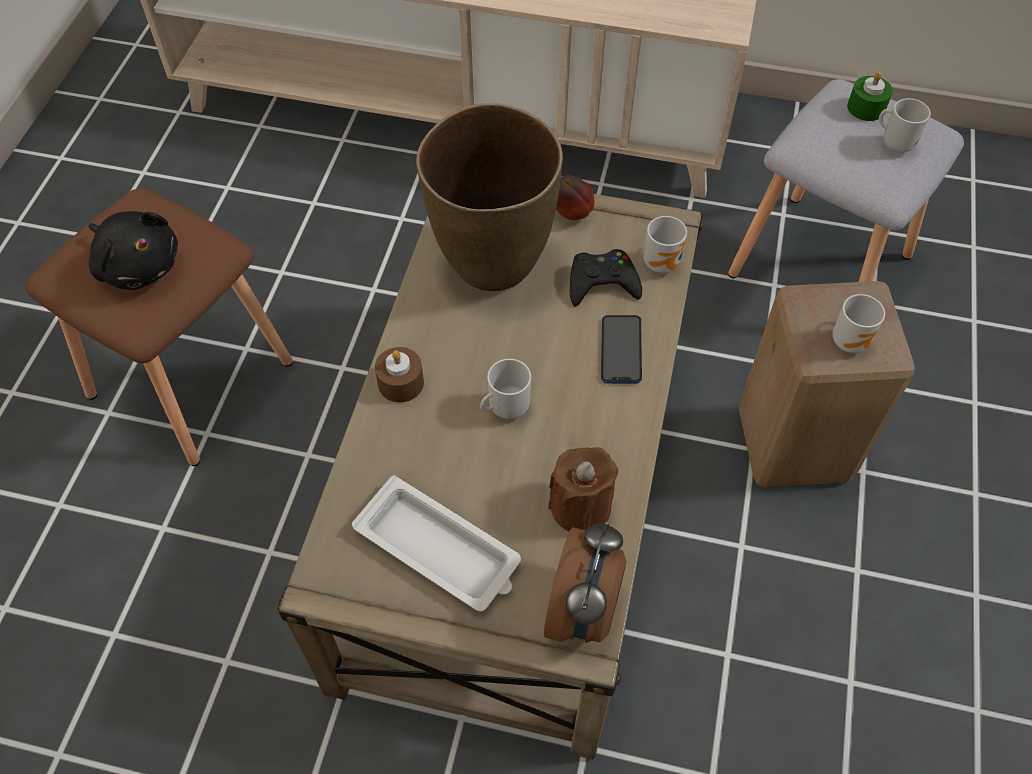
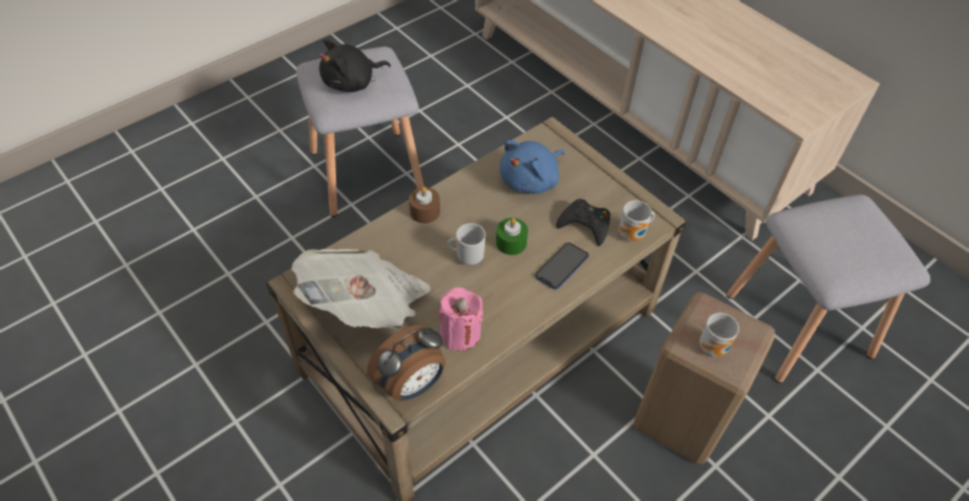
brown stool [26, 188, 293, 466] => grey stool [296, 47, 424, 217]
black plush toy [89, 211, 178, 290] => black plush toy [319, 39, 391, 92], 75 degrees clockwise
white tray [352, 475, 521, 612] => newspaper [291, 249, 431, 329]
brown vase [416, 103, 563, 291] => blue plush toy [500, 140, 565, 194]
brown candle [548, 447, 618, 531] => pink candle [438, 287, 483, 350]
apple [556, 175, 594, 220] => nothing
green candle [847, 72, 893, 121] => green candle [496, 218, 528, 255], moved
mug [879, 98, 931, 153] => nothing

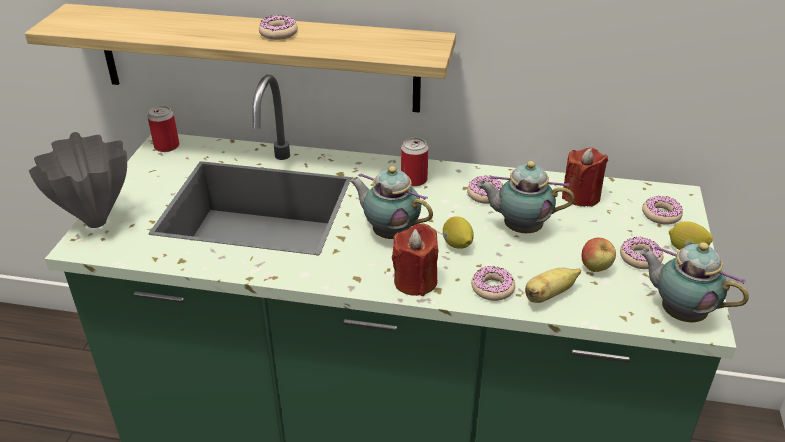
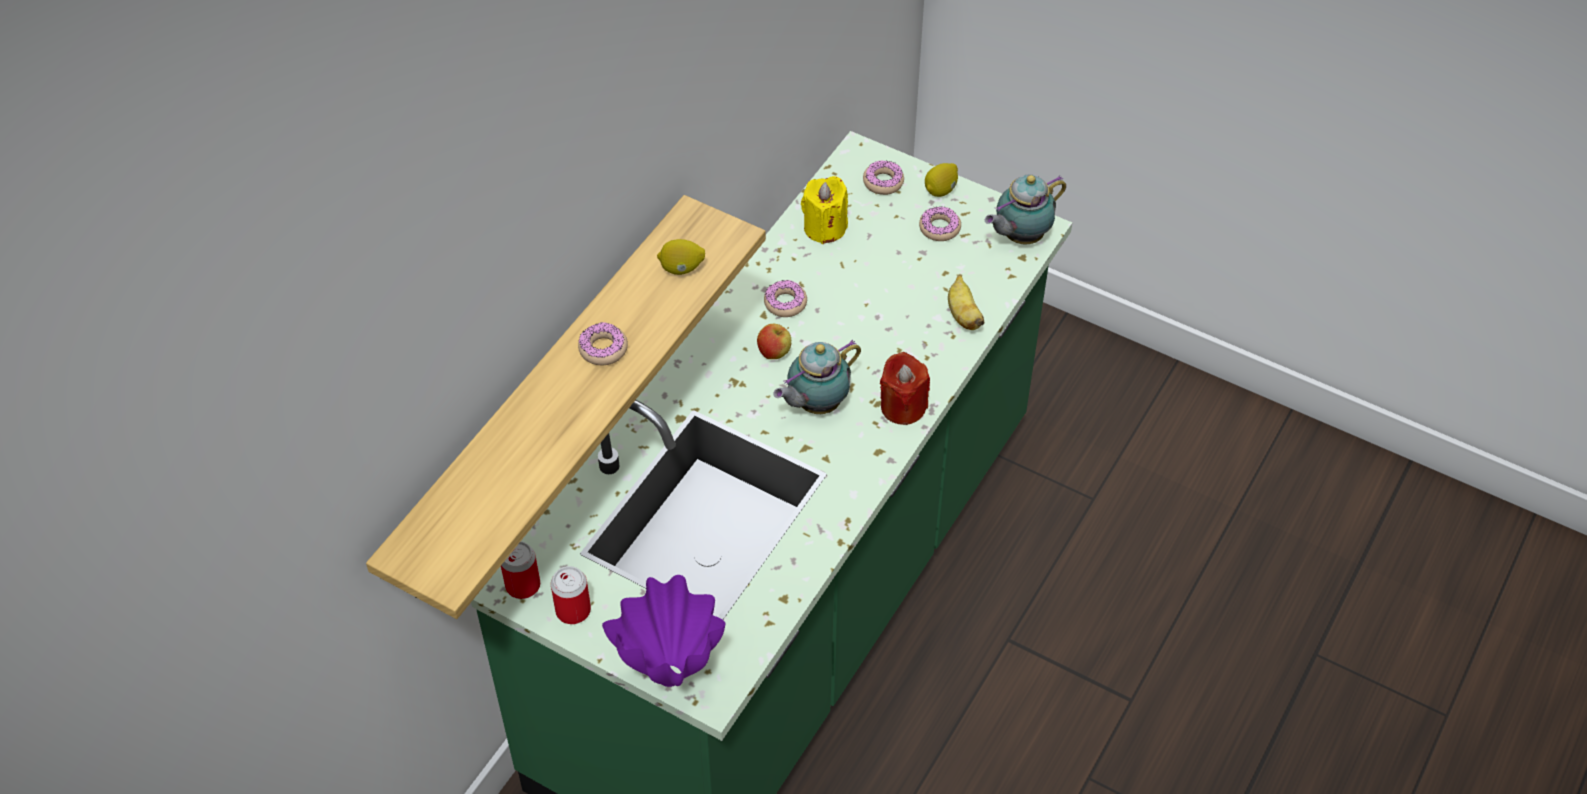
grey vase [29, 132, 127, 228] => purple vase [602, 575, 726, 687]
can [401, 137, 428, 187] => can [551, 566, 591, 624], moved
lemon [443, 216, 474, 249] => lemon [657, 239, 705, 275], moved
donut [471, 266, 515, 301] => nothing
teapot [477, 161, 574, 233] => nothing
red candle [562, 147, 608, 207] => yellow candle [801, 176, 848, 244]
apple [582, 238, 616, 272] => apple [757, 324, 791, 359], moved

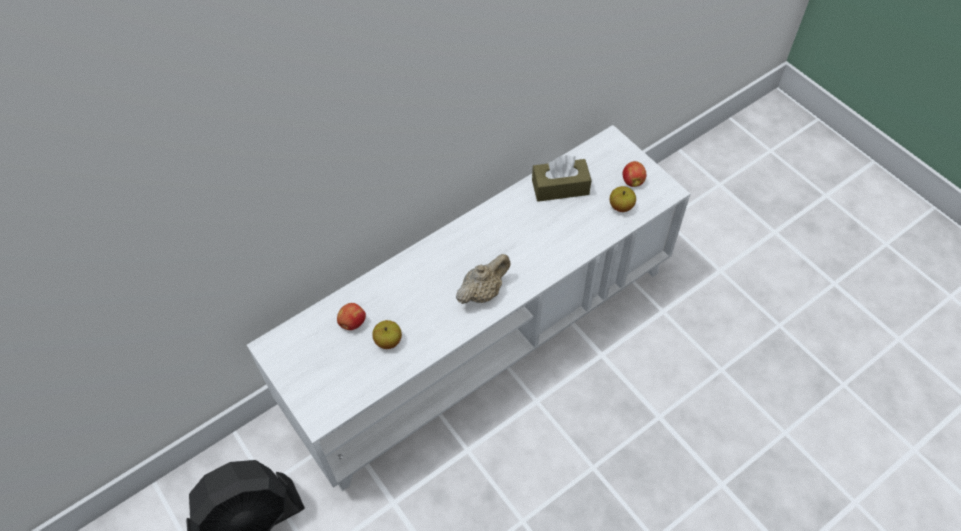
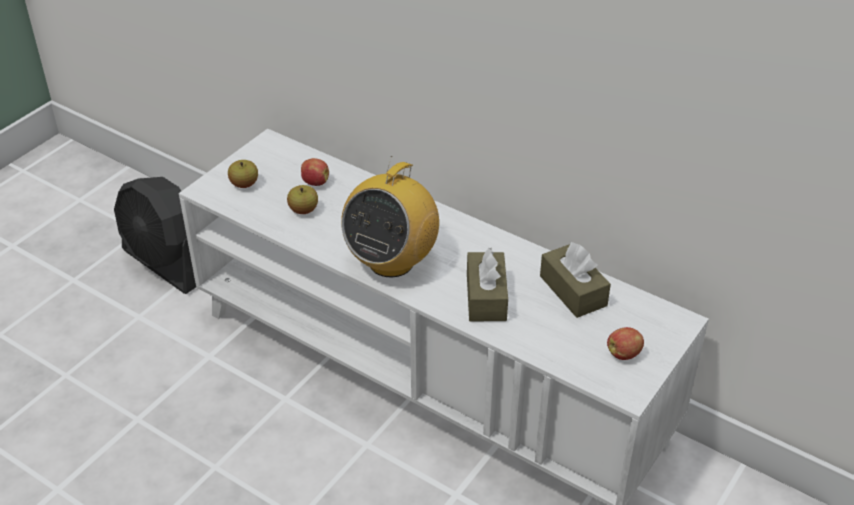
beige teapot [456, 254, 511, 304] => radio [341, 156, 439, 277]
apple [610, 186, 636, 212] => apple [228, 160, 258, 188], moved
nothing => brown tissue box [467, 248, 508, 321]

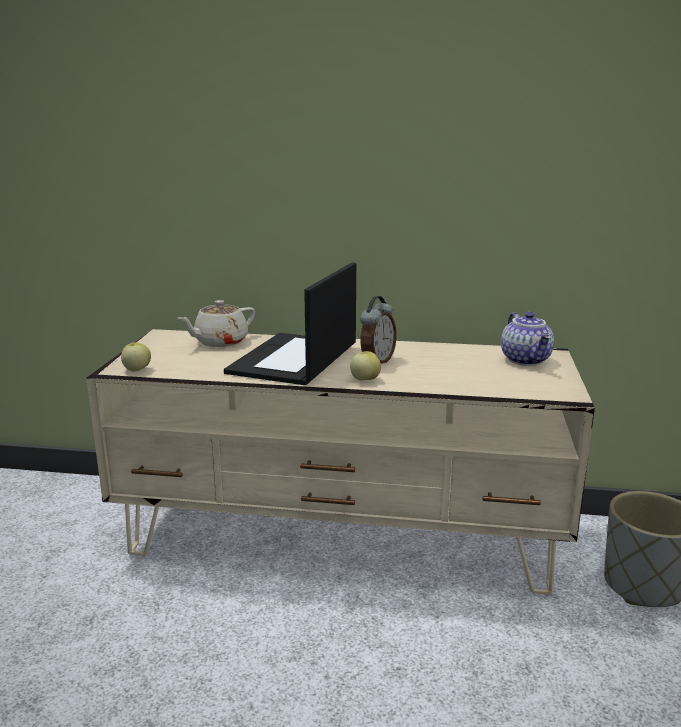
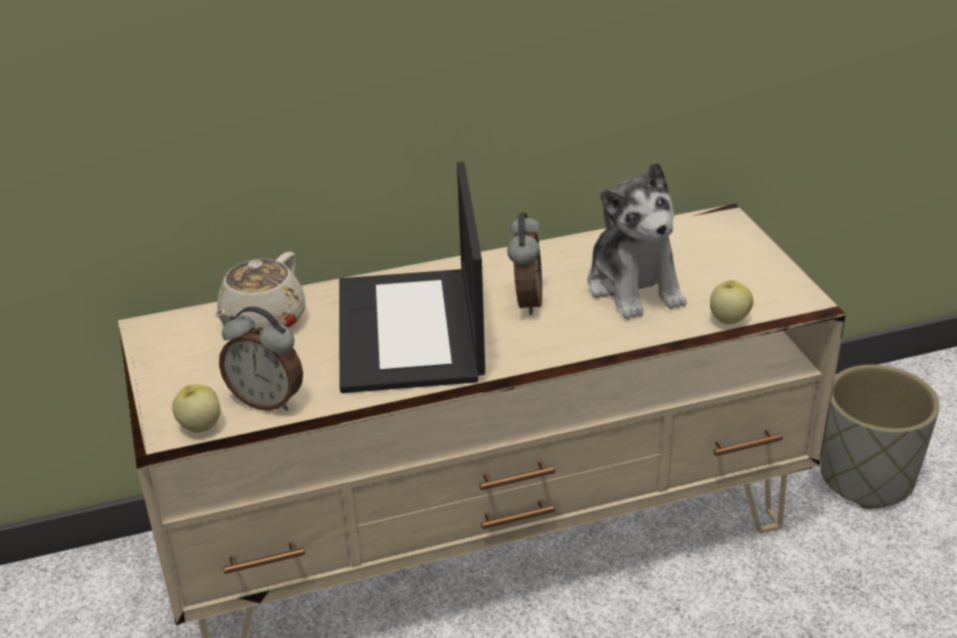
apple [350, 351, 381, 381] => apple [710, 280, 753, 324], moved
teapot [501, 312, 554, 366] => nothing
nothing => alarm clock [219, 306, 303, 411]
nothing => plush toy [587, 161, 686, 319]

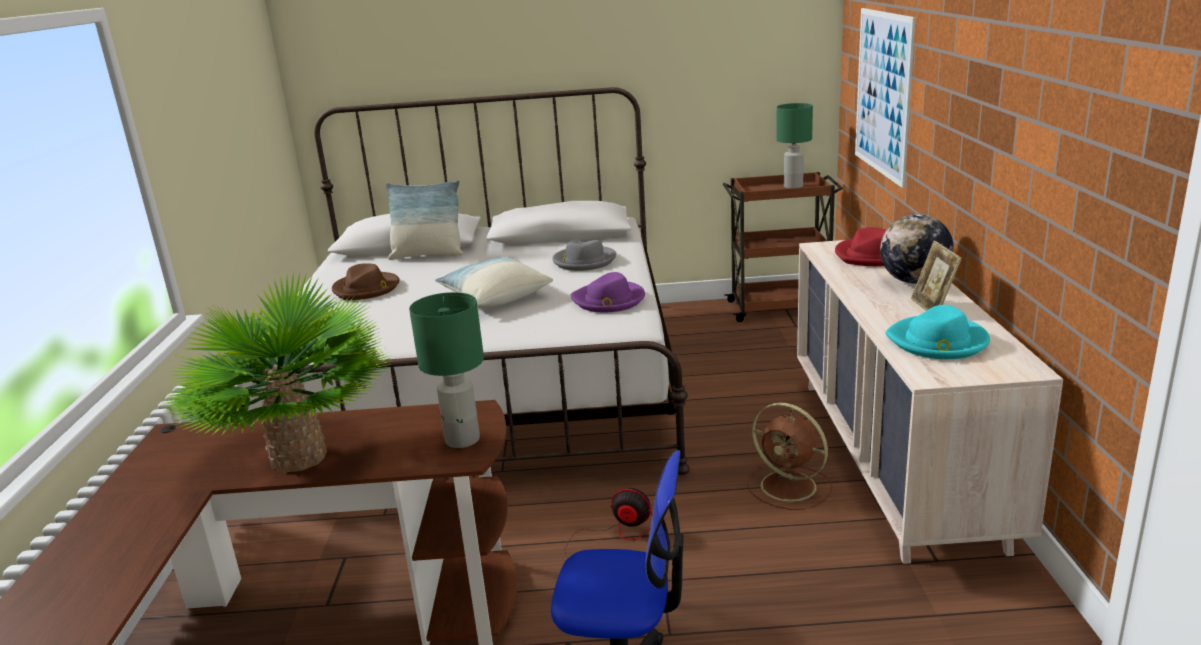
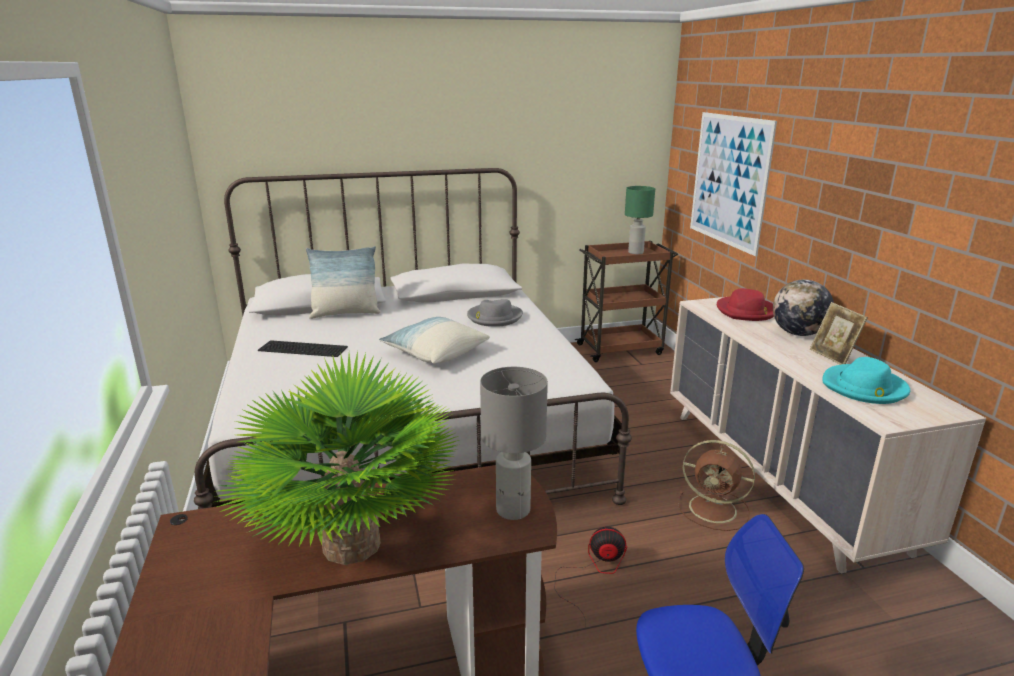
brown hat [332, 264, 399, 300] => keyboard [258, 340, 348, 357]
green table lamp [409, 292, 484, 448] => grey table lamp [480, 367, 548, 520]
purple hat [570, 272, 645, 313] => nothing

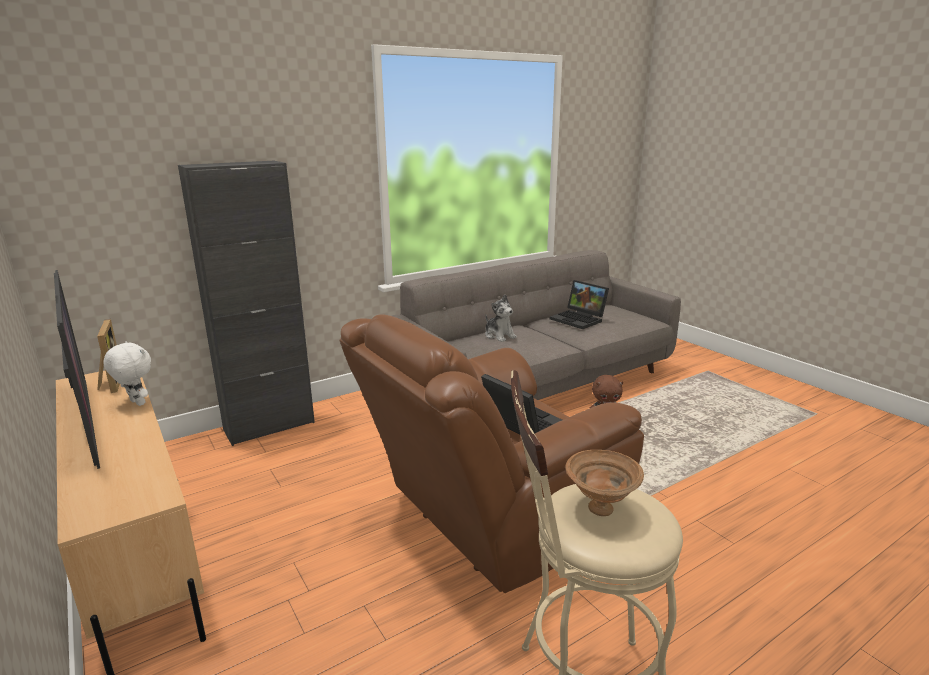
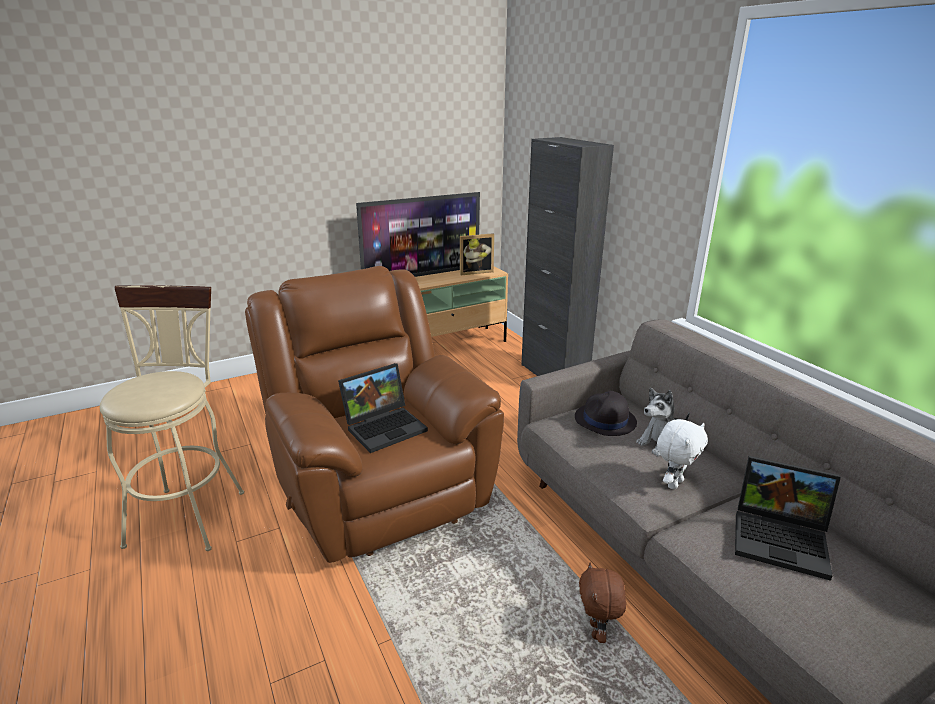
white plush toy [103, 341, 151, 406] => white plush toy [657, 419, 708, 490], moved
laptop [550, 280, 609, 329] => laptop [735, 456, 841, 581], 120 degrees counterclockwise
brown bowl [565, 450, 644, 516] => nothing
nothing => black hat [575, 391, 637, 436]

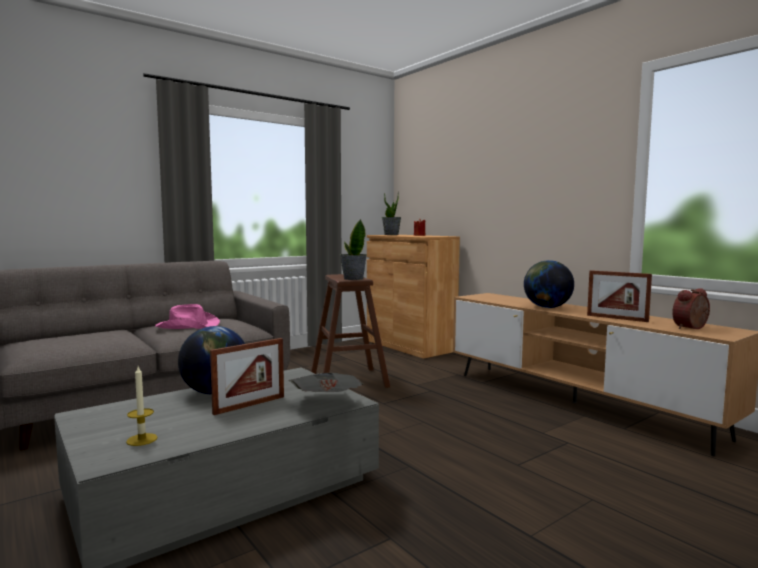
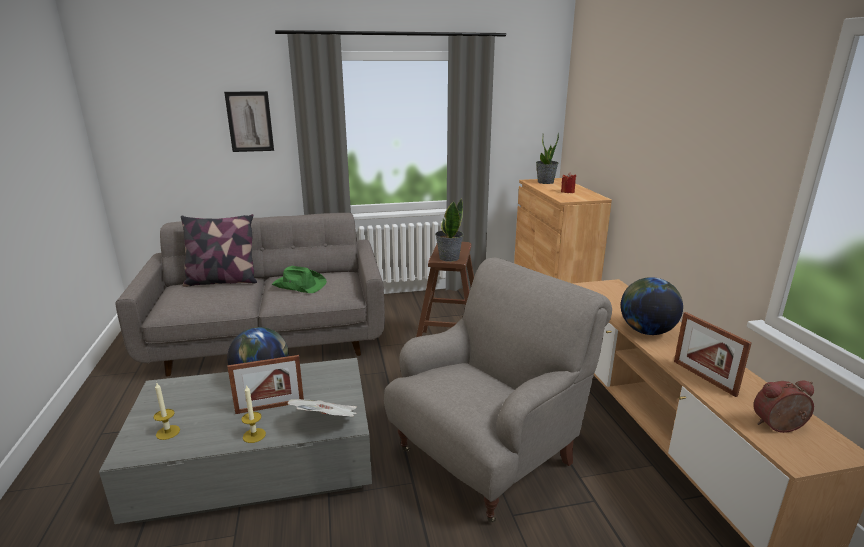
pink hat [155, 304, 220, 329] => green hat [272, 266, 327, 293]
nothing => pillow [181, 214, 257, 287]
nothing => picture [224, 91, 274, 152]
nothing => candle [241, 385, 266, 443]
nothing => grey armchair [384, 258, 612, 523]

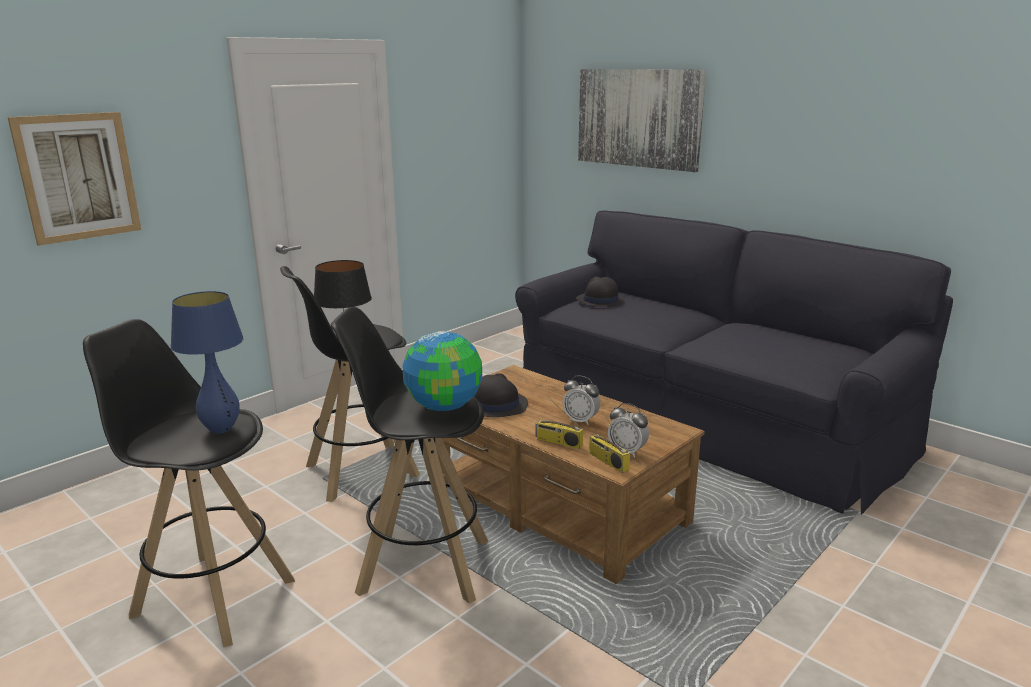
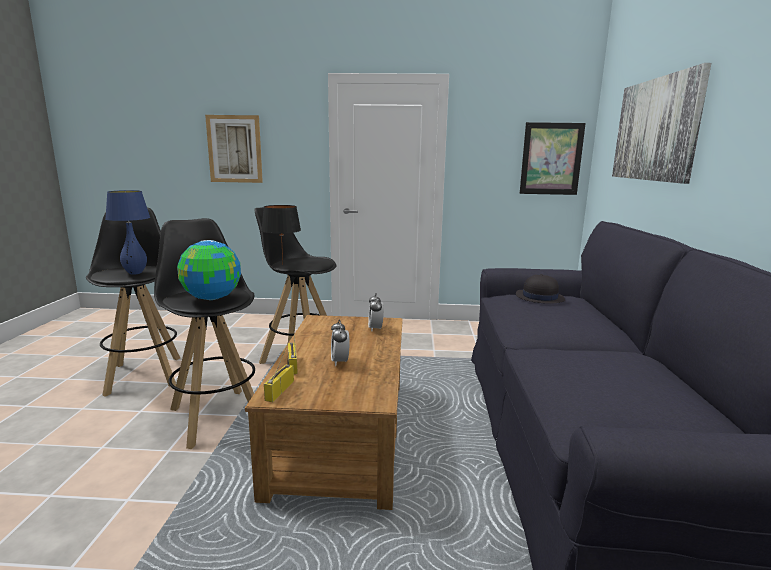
black hat [474, 373, 528, 417] => nothing
alarm clock [608, 403, 649, 458] => alarm clock [368, 293, 384, 332], moved
nothing => picture [520, 122, 586, 195]

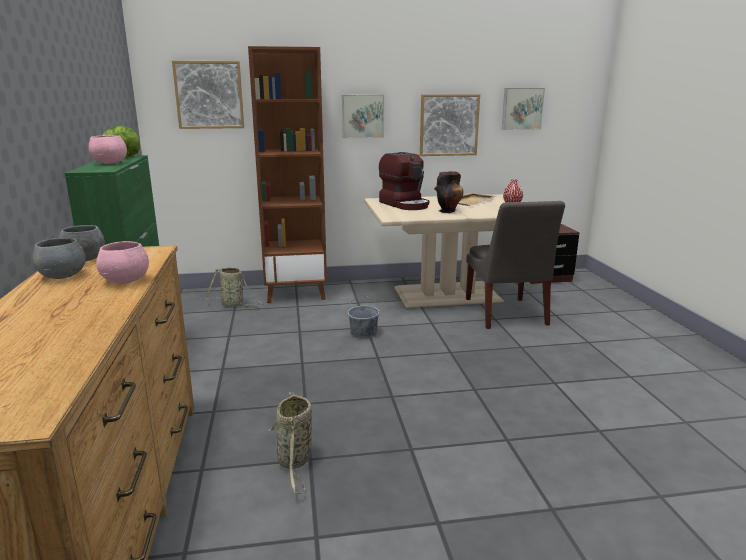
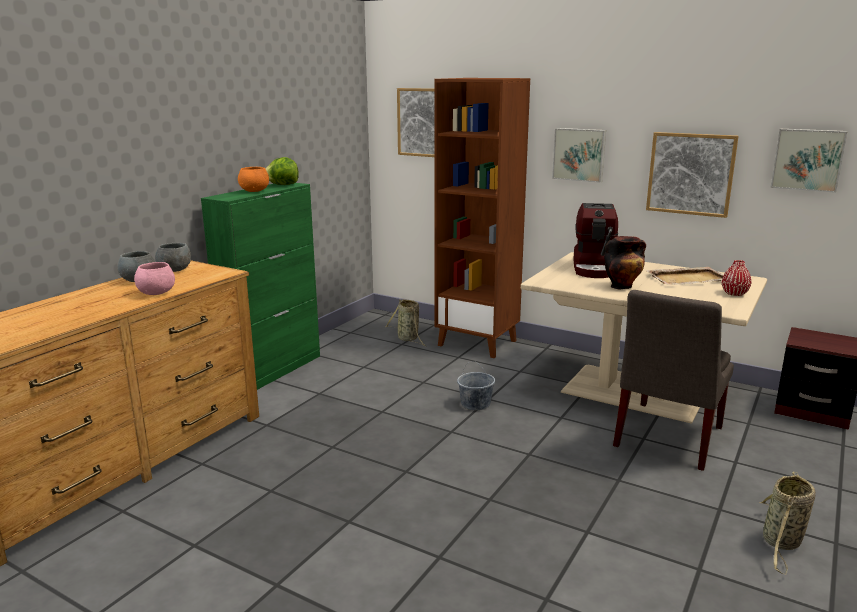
pink bowl [89, 135, 127, 164] => orange bowl [238, 167, 269, 192]
basket [269, 392, 312, 494] => basket [759, 471, 816, 574], moved

